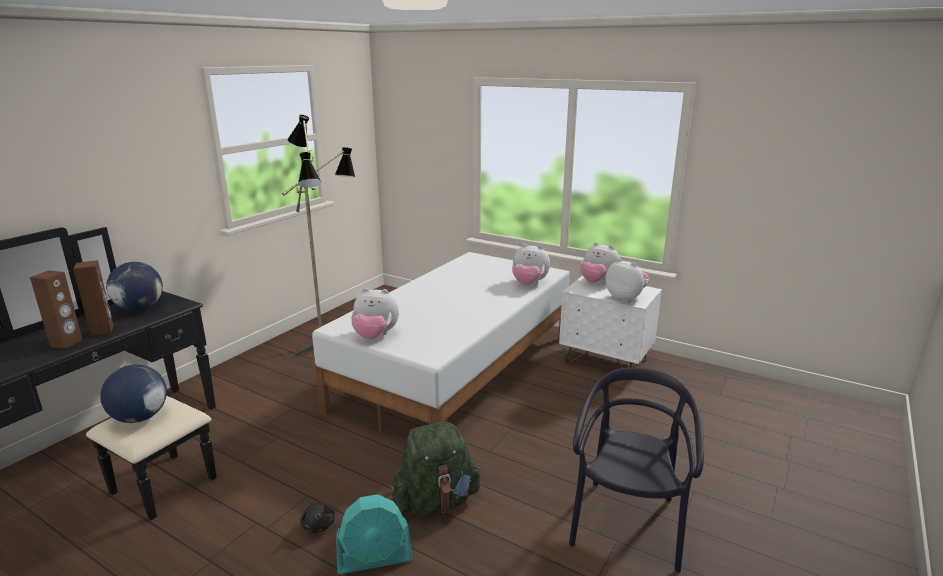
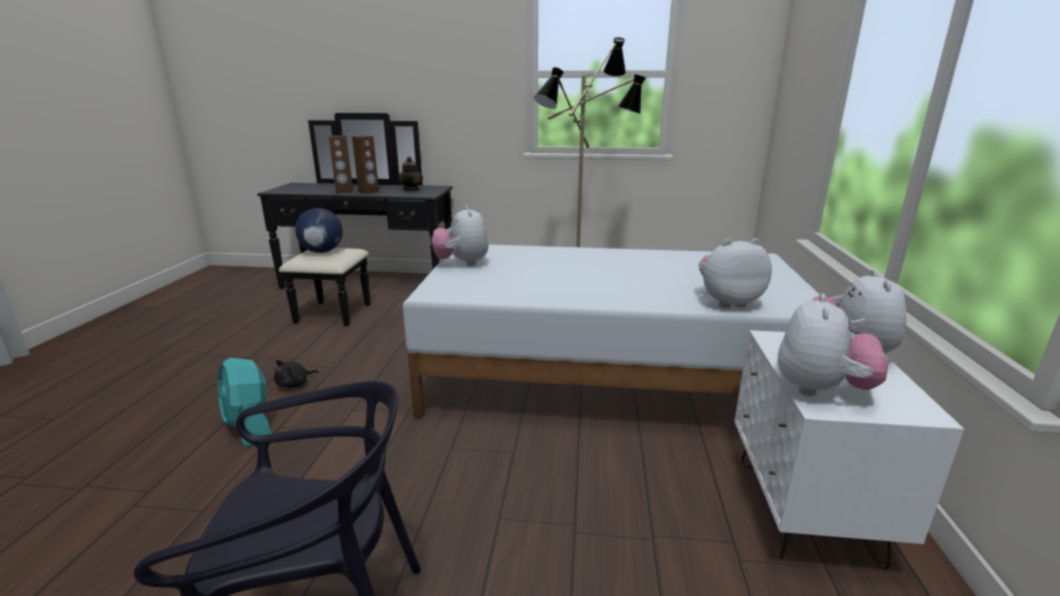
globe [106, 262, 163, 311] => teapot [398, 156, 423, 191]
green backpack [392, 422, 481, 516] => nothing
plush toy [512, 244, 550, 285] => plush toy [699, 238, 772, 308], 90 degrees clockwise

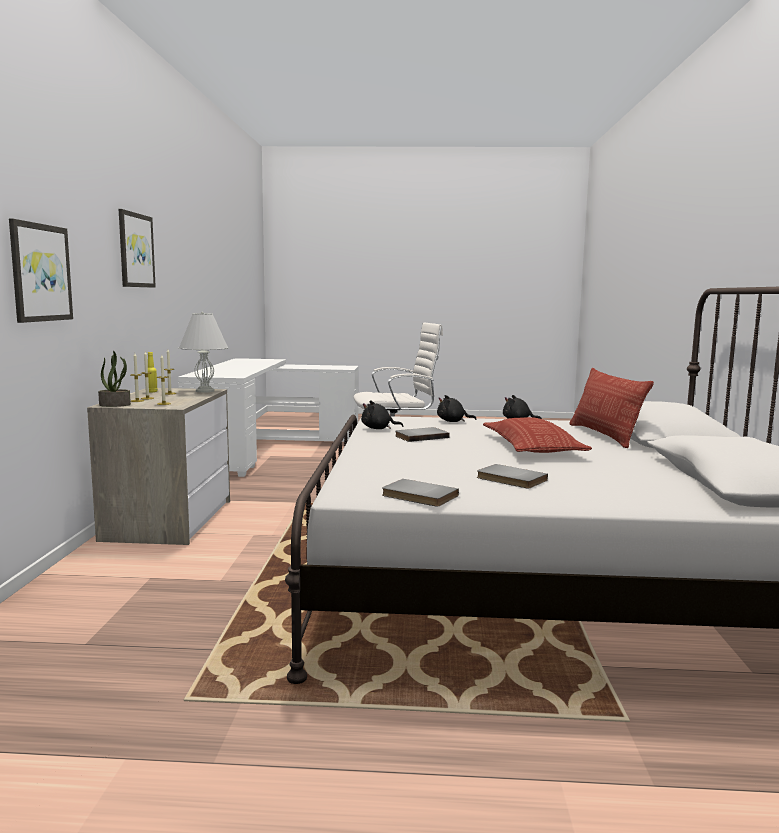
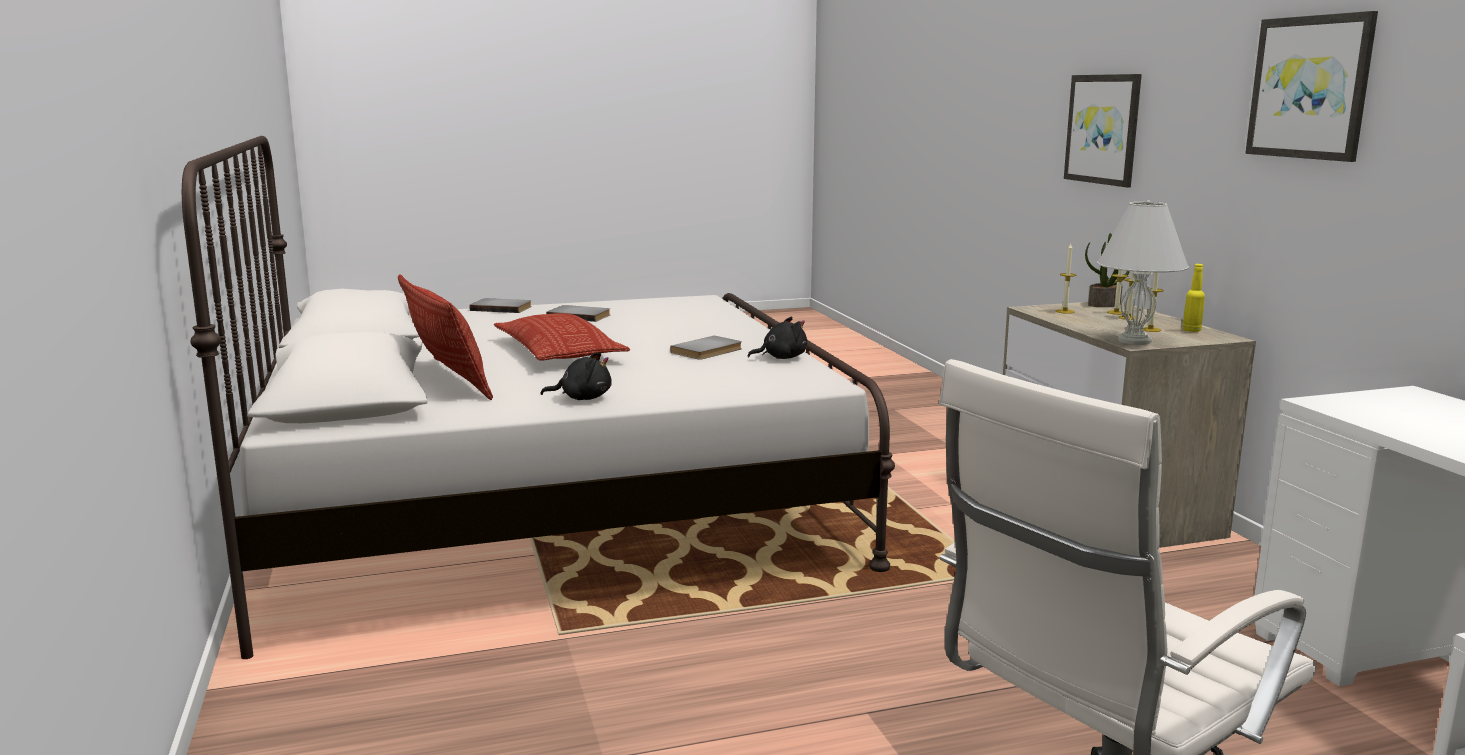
grey book [382, 479, 459, 507] => grey book [469, 298, 532, 313], moved
black plush toy [437, 395, 477, 422] => nothing

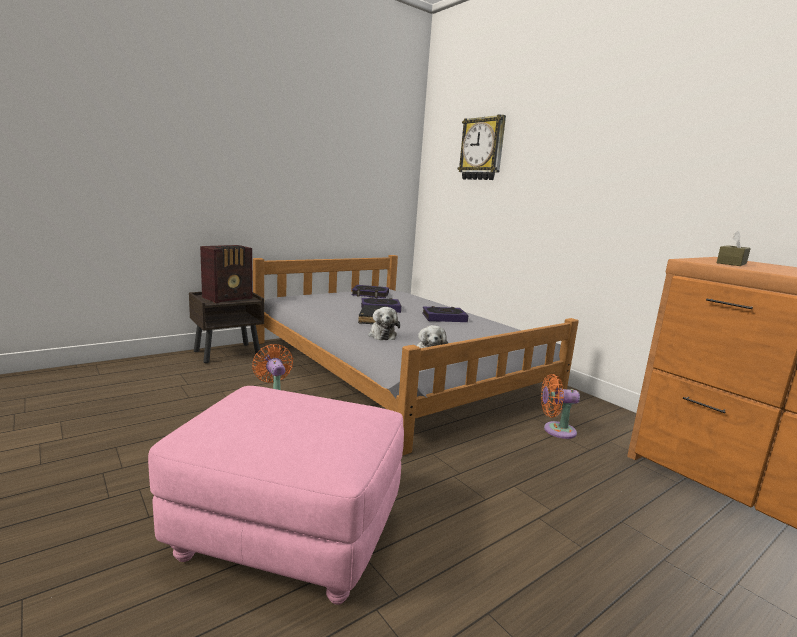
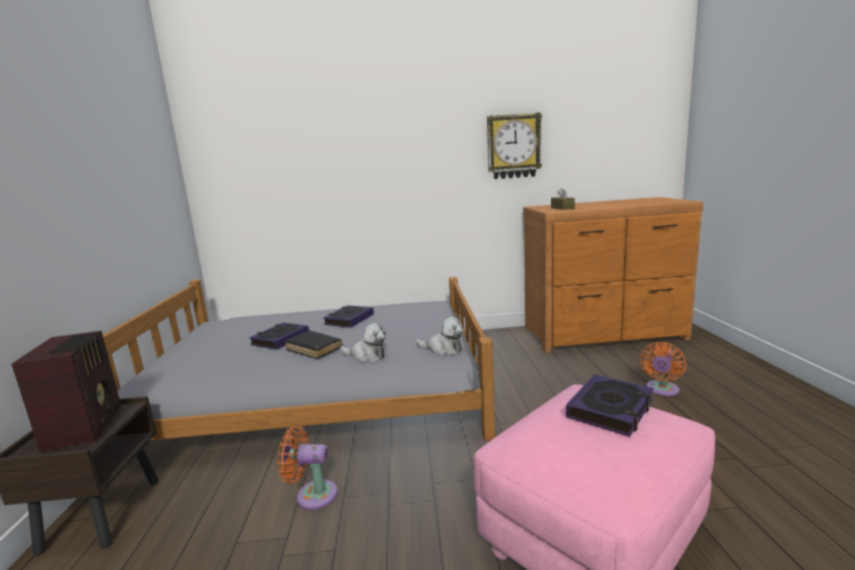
book [352, 285, 389, 298] => book [566, 374, 653, 437], moved
wall clock [458, 114, 506, 180] => wall clock [487, 112, 542, 179], moved
orange fan [541, 374, 580, 439] => orange fan [640, 342, 686, 396], moved

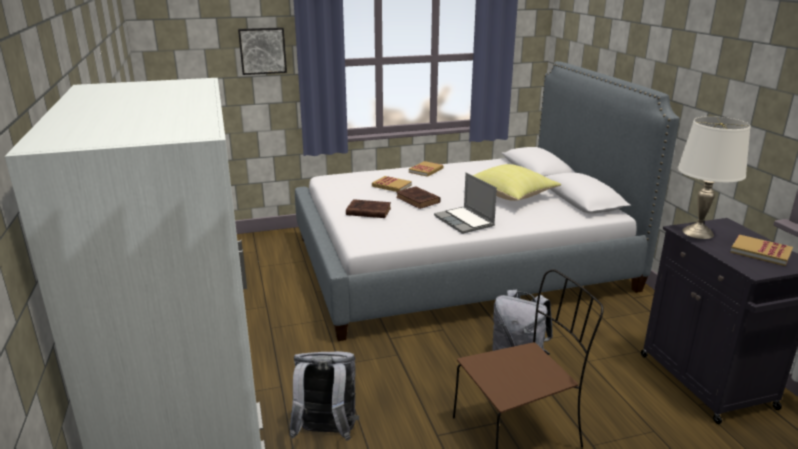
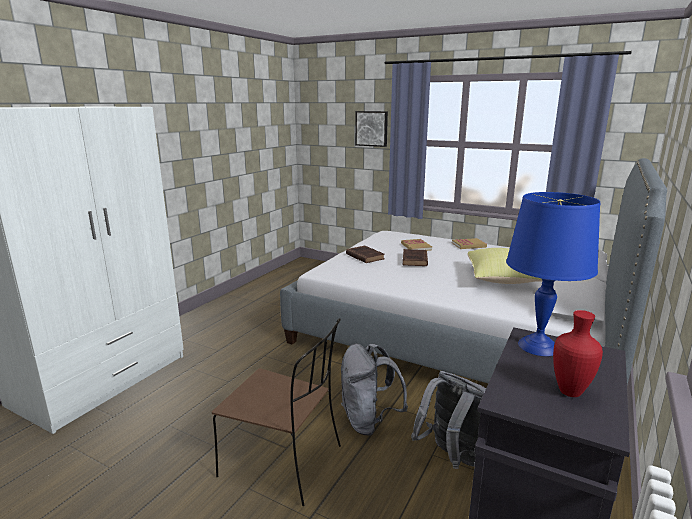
grey backpack [289, 351, 359, 441] => grey backpack [411, 371, 486, 469], moved
laptop [434, 173, 497, 234] => nothing
white table lamp [678, 116, 751, 239] => blue table lamp [506, 192, 600, 356]
book [730, 234, 793, 266] => red vase [553, 310, 603, 397]

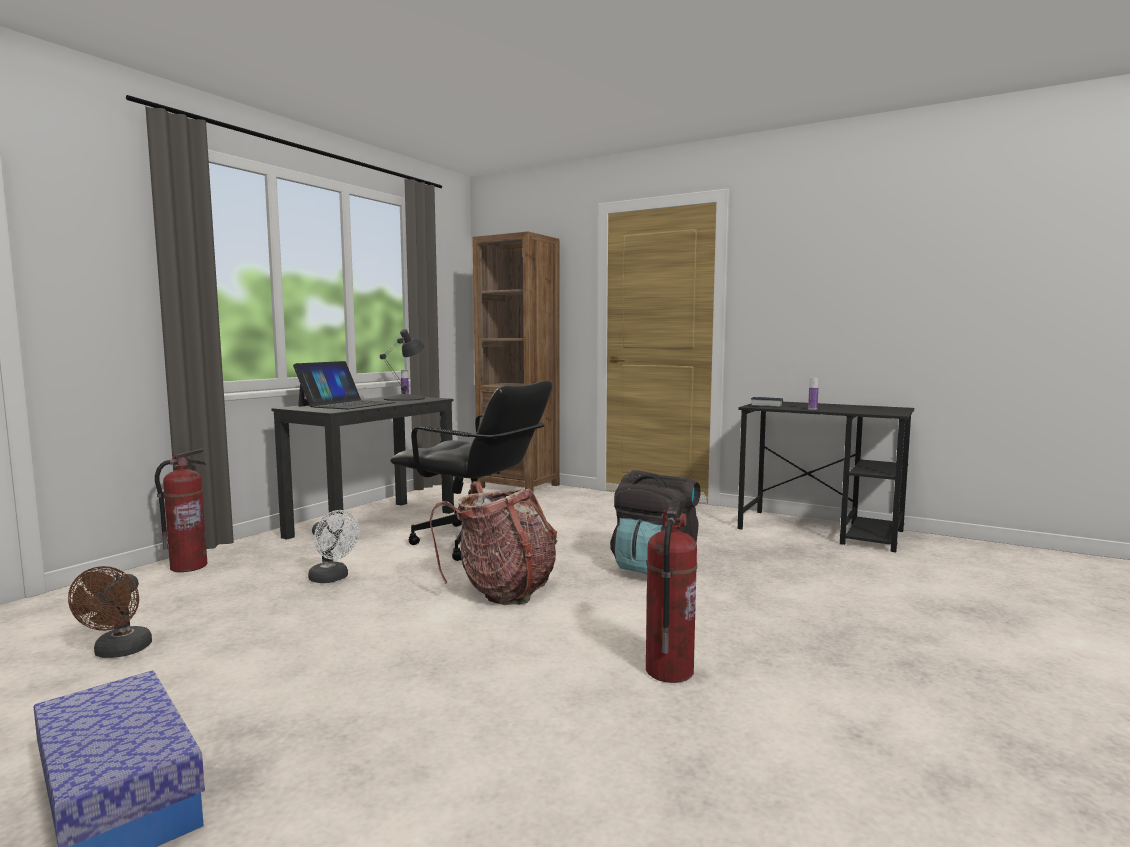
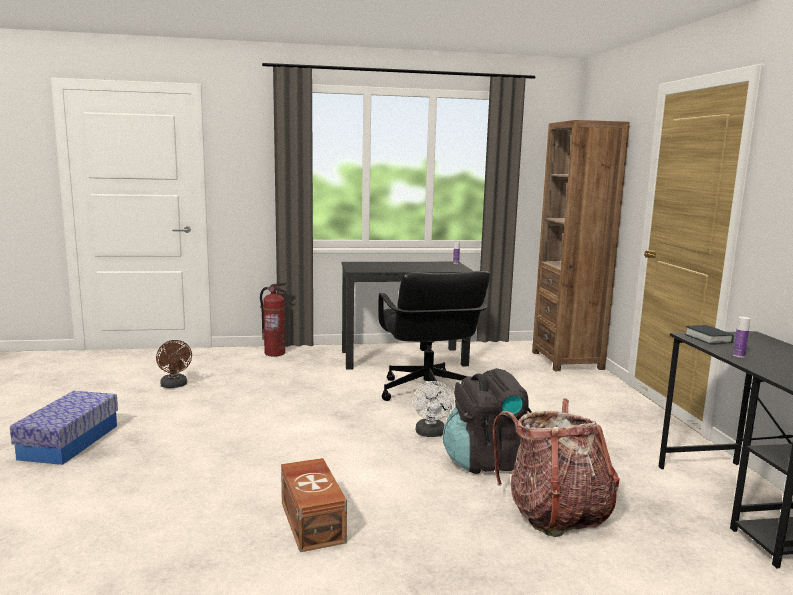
brown fan [68, 566, 152, 658] => brown fan [156, 340, 192, 388], 75 degrees counterclockwise
laptop [293, 361, 396, 409] => nothing
white fan [308, 510, 360, 583] => white fan [413, 381, 454, 437], moved
black table lamp [380, 329, 425, 401] => nothing
backpack [430, 481, 557, 605] => backpack [493, 398, 620, 537], moved
fire extinguisher [646, 498, 697, 683] => brown storage box [281, 458, 347, 552]

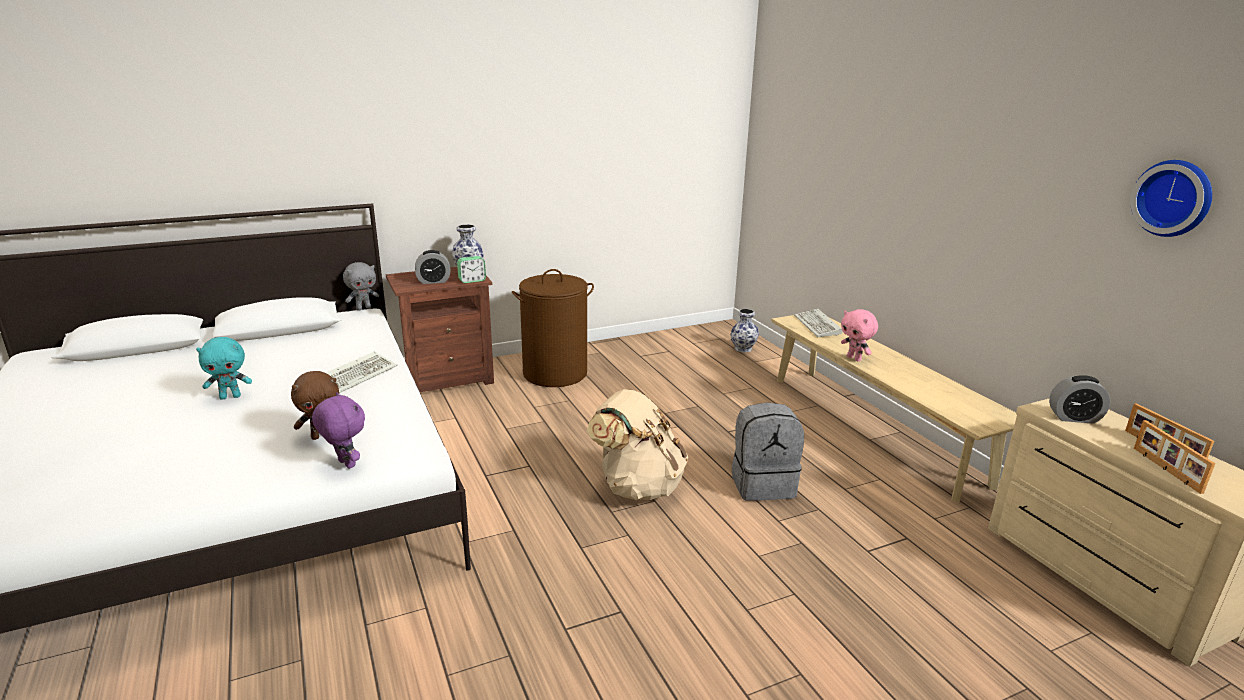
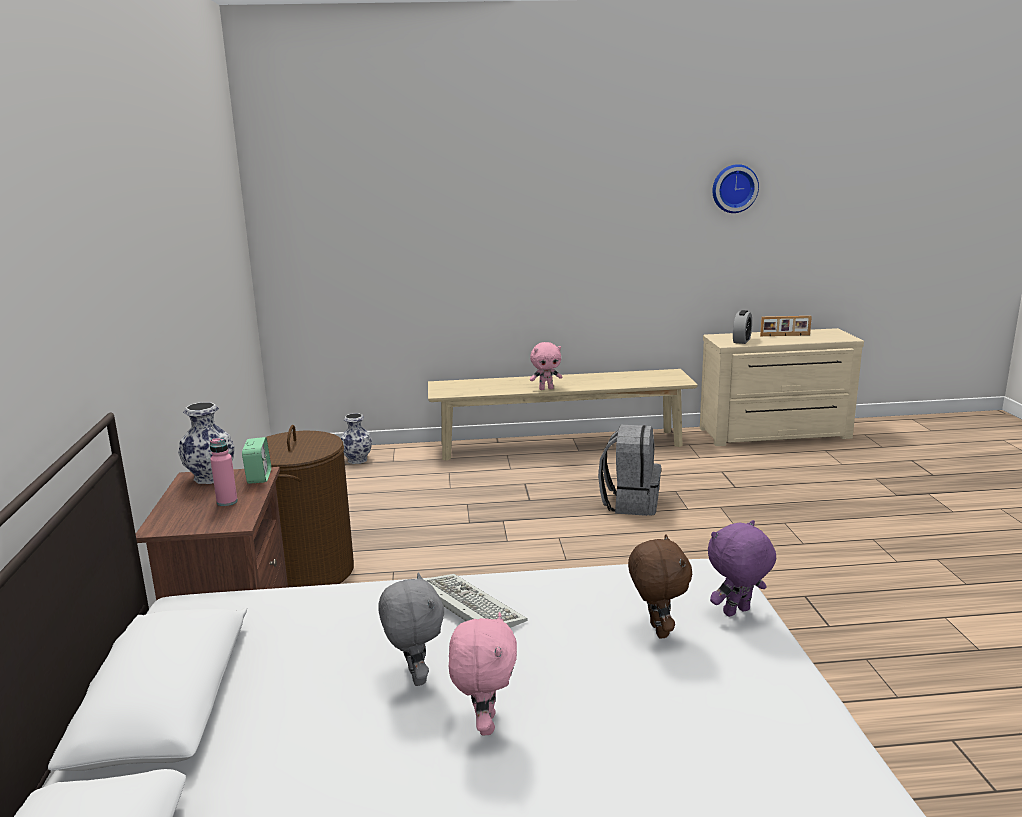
turquoise plush toy [196, 337, 252, 400] => pink plush toy [449, 612, 517, 735]
grey plush toy [343, 262, 379, 311] => grey plush toy [378, 573, 444, 686], moved
alarm clock [415, 250, 450, 284] => pink bottle [210, 438, 238, 506]
beige backpack [587, 389, 688, 500] => nothing
keyboard [794, 308, 843, 337] => nothing
picture frame [1134, 420, 1216, 494] => nothing

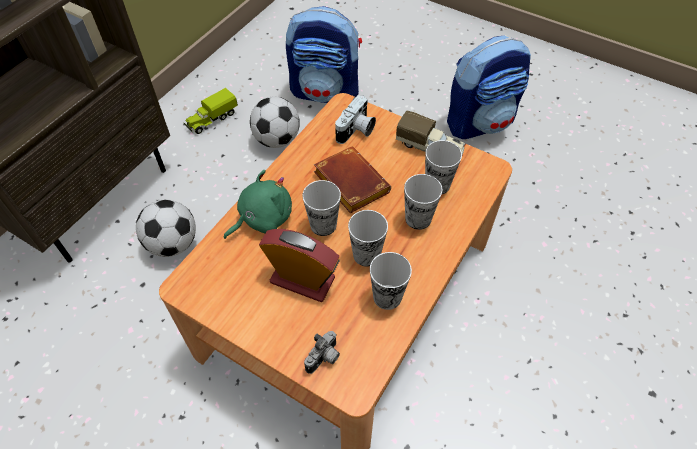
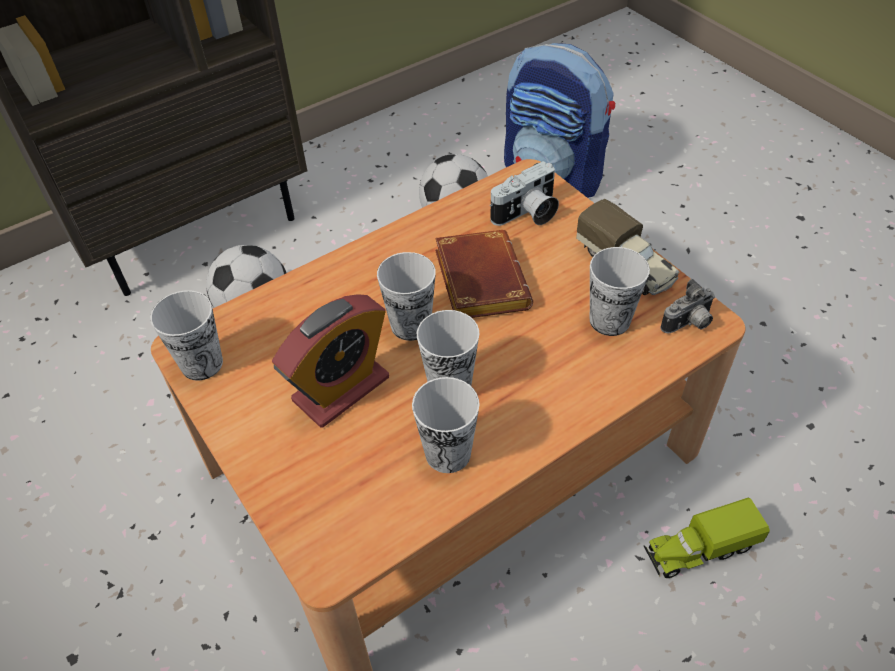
toy truck [184, 88, 238, 134] => toy truck [644, 498, 770, 578], moved
green plush toy [224, 170, 292, 239] => nothing
alarm clock [259, 229, 340, 302] => alarm clock [272, 294, 389, 427], 90 degrees clockwise
photo camera [304, 331, 340, 374] => photo camera [660, 279, 715, 334], moved
cup [404, 174, 442, 230] => cup [150, 290, 223, 381], moved
backpack [447, 36, 531, 139] => nothing

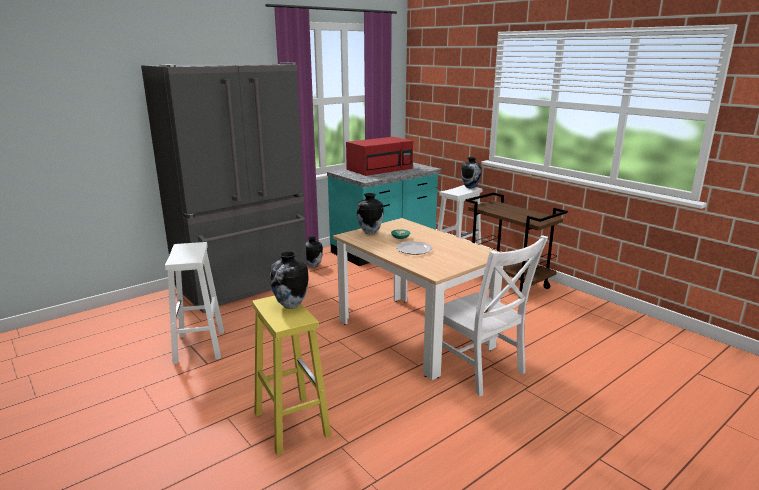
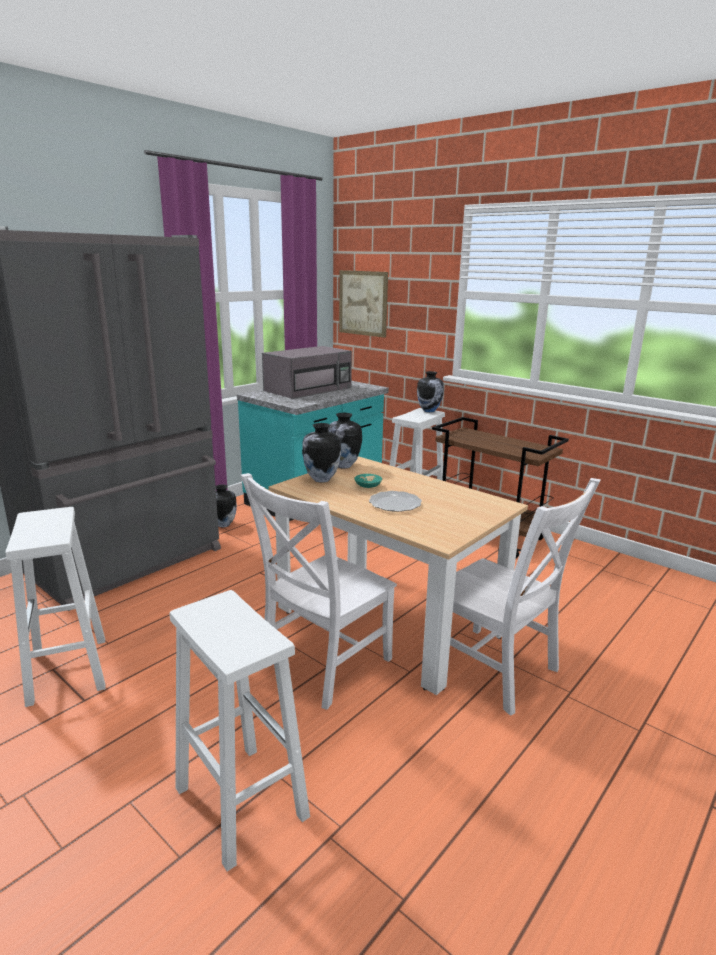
yellow stool [252, 296, 332, 456] => white stool [170, 590, 310, 871]
vase [270, 251, 309, 309] => vase [328, 413, 362, 468], moved
red microwave [346, 137, 413, 176] => grey microwave [262, 346, 352, 399]
nothing => white chair [241, 473, 397, 710]
nothing => picture [339, 270, 388, 338]

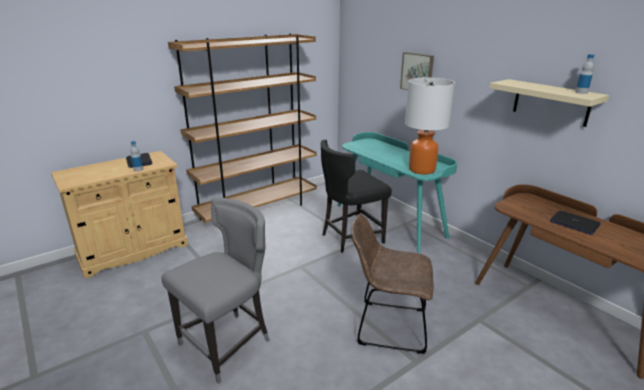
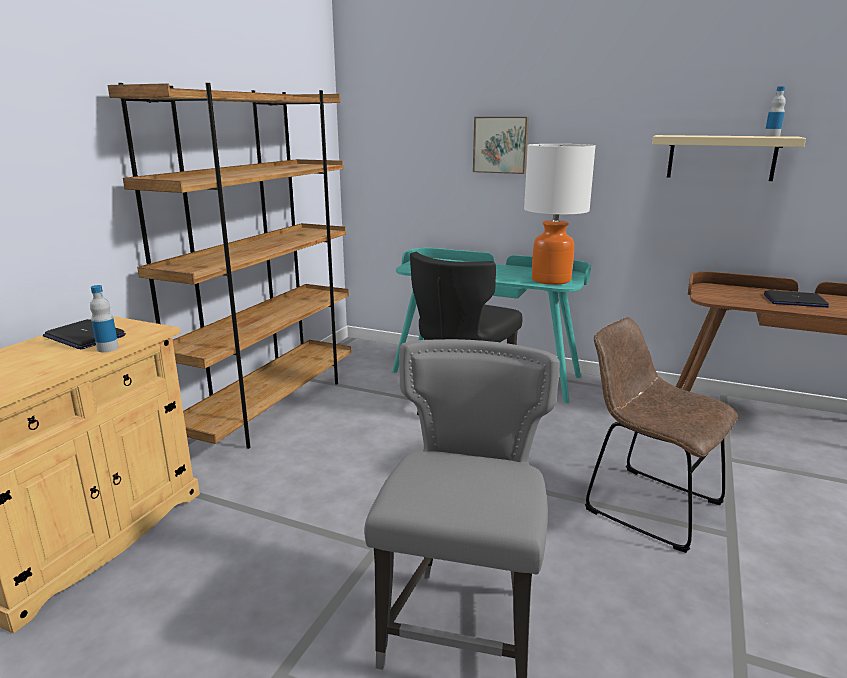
brown chair [352, 214, 434, 354] => brown chair [585, 317, 738, 553], 60 degrees clockwise

